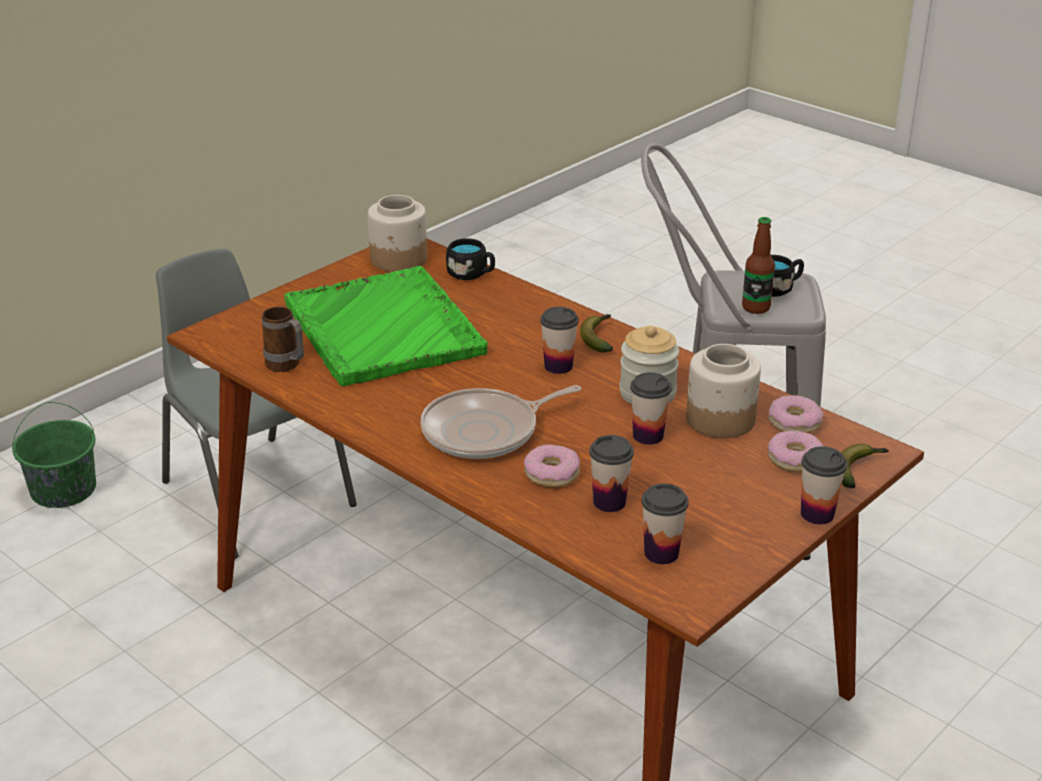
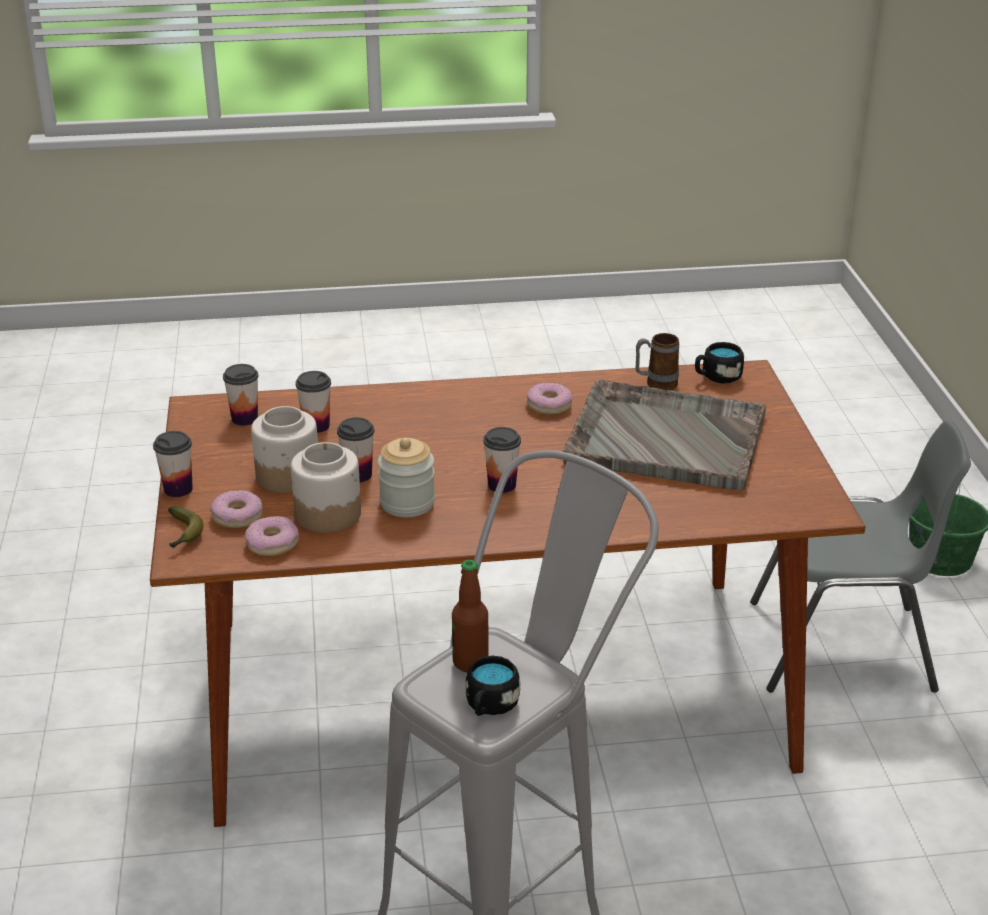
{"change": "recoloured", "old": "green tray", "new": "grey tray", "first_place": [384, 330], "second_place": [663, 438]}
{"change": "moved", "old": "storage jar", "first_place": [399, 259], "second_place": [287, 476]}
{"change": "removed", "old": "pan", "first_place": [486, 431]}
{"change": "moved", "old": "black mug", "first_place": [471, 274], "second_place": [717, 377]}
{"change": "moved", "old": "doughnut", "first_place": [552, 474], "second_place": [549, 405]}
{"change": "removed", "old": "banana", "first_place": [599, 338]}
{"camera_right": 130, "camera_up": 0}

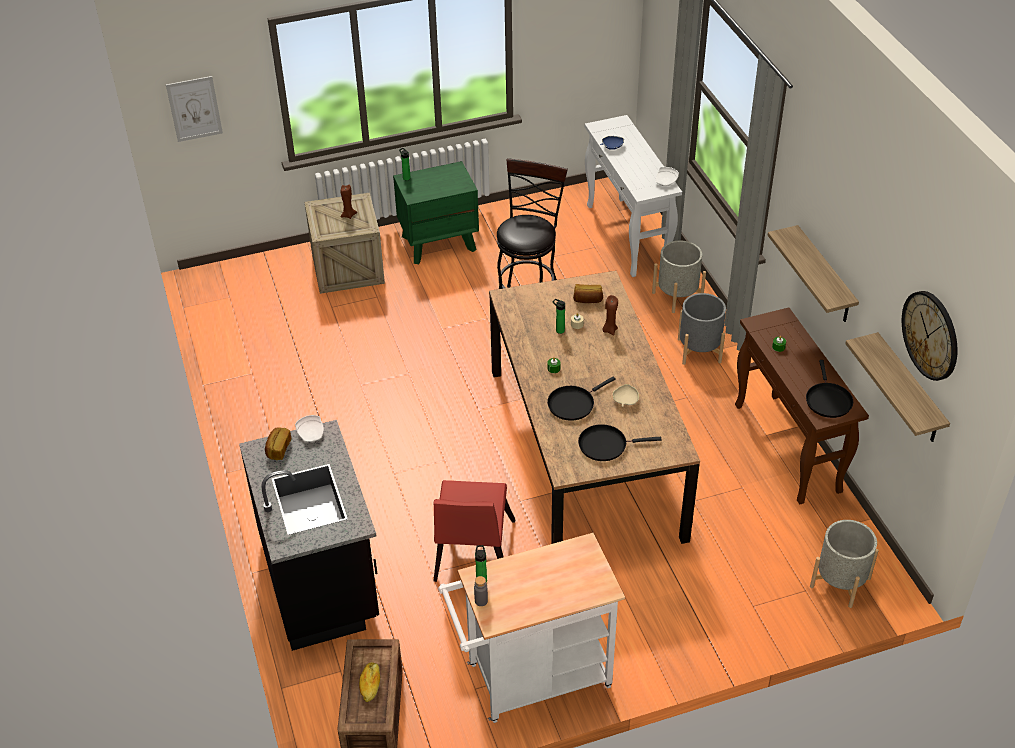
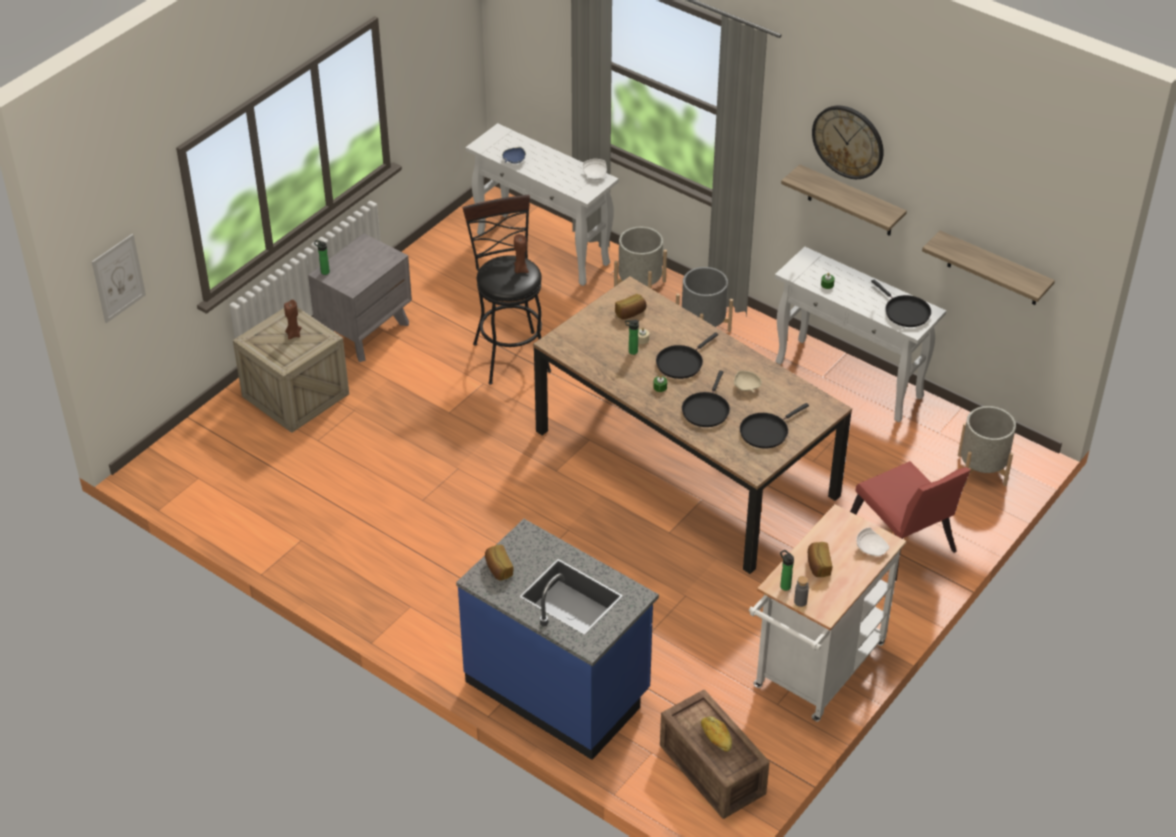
{"change": "recoloured", "old": "black kitchen base unit", "new": "blue kitchen base unit", "first_place": [321, 579], "second_place": [558, 688]}
{"change": "moved", "old": "white-coloured flat dish", "first_place": [311, 433], "second_place": [871, 547]}
{"change": "recoloured", "old": "green nightstand", "new": "grey nightstand", "first_place": [439, 243], "second_place": [365, 331]}
{"change": "moved", "old": "reddish chair", "first_place": [472, 555], "second_place": [902, 544]}
{"change": "moved", "old": "brownish candle", "first_place": [609, 330], "second_place": [520, 270]}
{"change": "recoloured", "old": "brownish narrow table", "new": "white-coloured narrow table", "first_place": [788, 449], "second_place": [850, 380]}
{"change": "moved", "old": "hanging clock", "first_place": [931, 335], "second_place": [848, 141]}
{"change": "added", "new": "black pan", "second_place": [681, 362]}
{"change": "added", "new": "bakery bread", "second_place": [818, 566]}
{"camera_right": -35, "camera_up": 0}

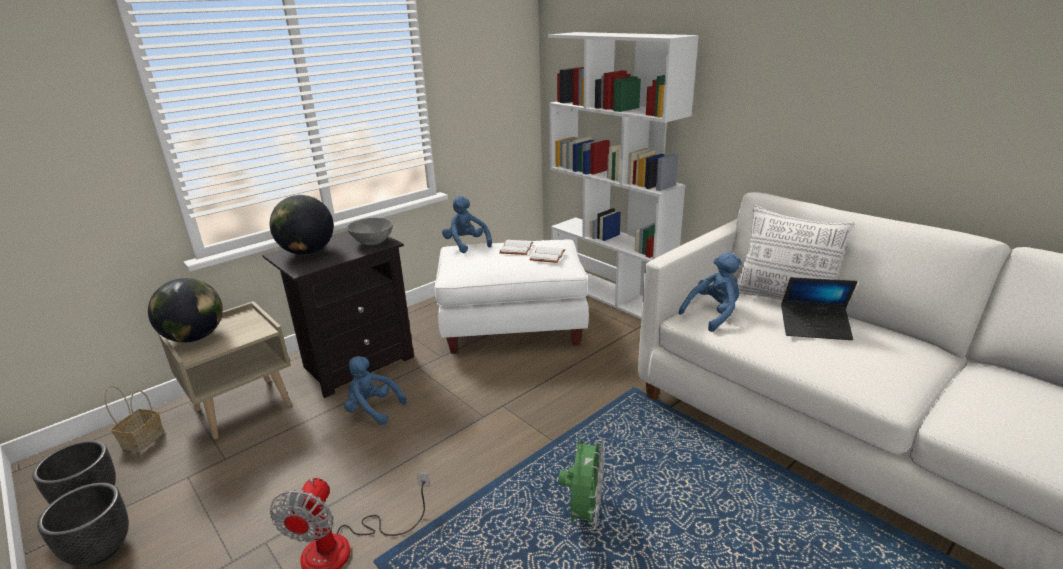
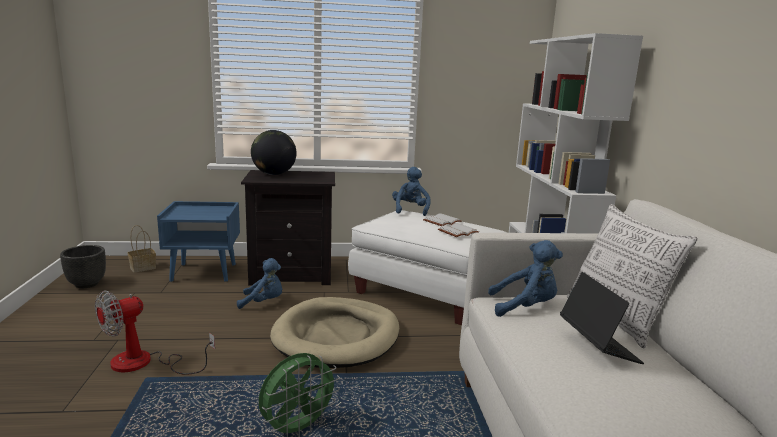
{"change": "removed", "old": "black flower pot", "first_place": [100, 551]}
{"change": "removed", "old": "world globe", "first_place": [195, 337]}
{"change": "recoloured", "old": "sand-coloured nightstand", "new": "blue nightstand", "first_place": [244, 406], "second_place": [204, 272]}
{"change": "turned", "old": "blue cuddly toy", "first_place": [372, 409], "second_place": [263, 302], "degrees": 120}
{"change": "removed", "old": "grey deep dish", "first_place": [372, 242]}
{"change": "turned", "old": "portable computer", "first_place": [814, 328], "second_place": [597, 346], "degrees": -150}
{"change": "added", "new": "sand-coloured pet bed", "second_place": [337, 336]}
{"camera_right": 35, "camera_up": -10}

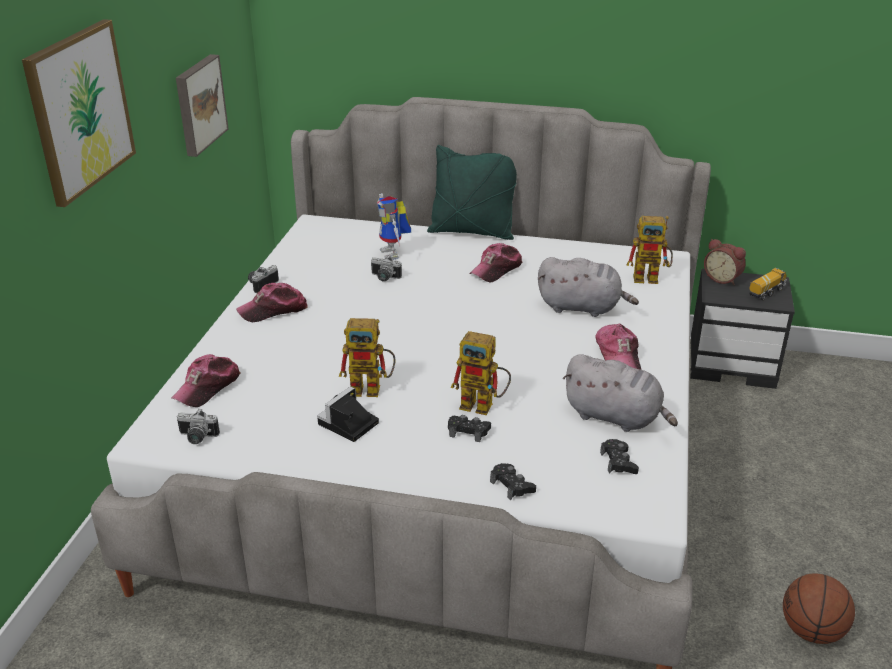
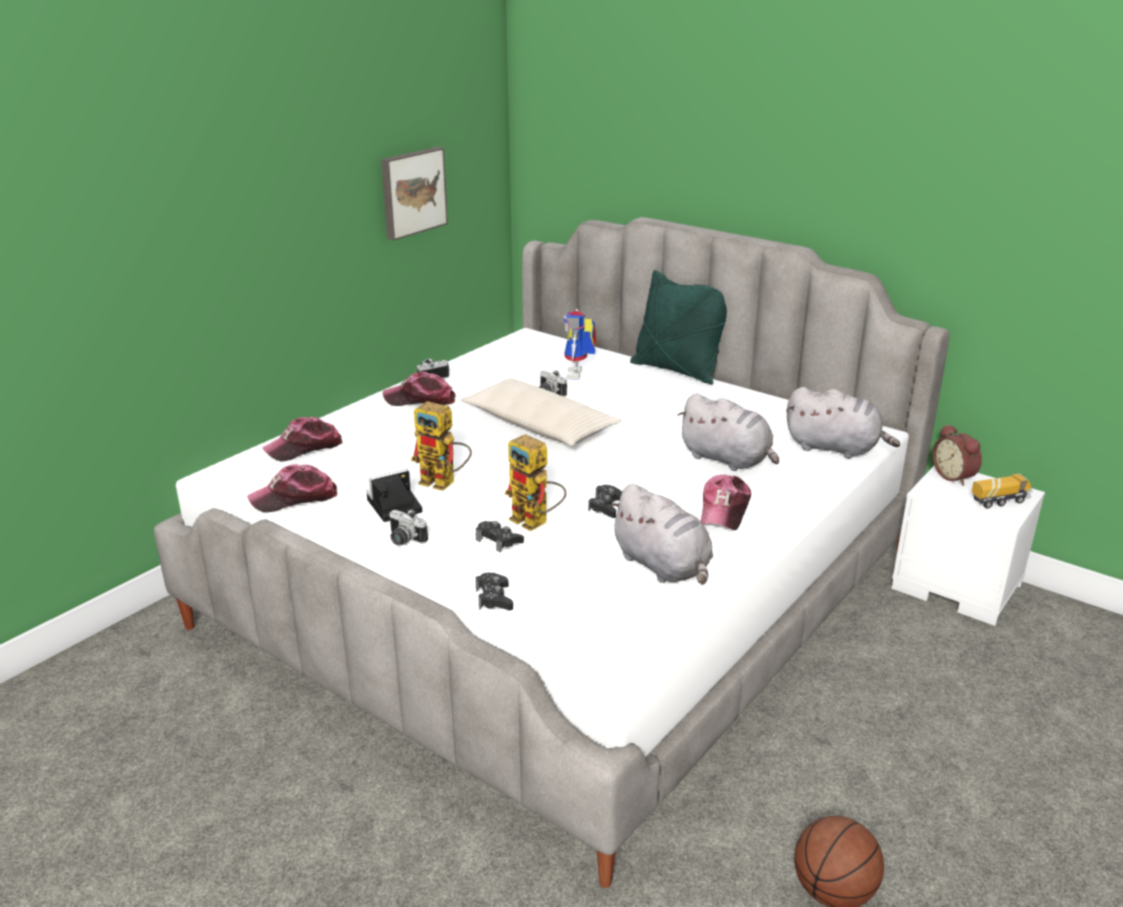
{"change": "removed", "old": "wall art", "first_place": [80, 110]}
{"change": "moved", "old": "photo camera", "first_place": [197, 438], "second_place": [403, 540]}
{"change": "moved", "old": "baseball cap", "first_place": [496, 269], "second_place": [294, 498]}
{"change": "moved", "old": "black gamepad", "first_place": [618, 462], "second_place": [606, 506]}
{"change": "replaced", "old": "robot figure", "new": "grey cuddly toy", "first_place": [651, 278], "second_place": [835, 448]}
{"change": "recoloured", "old": "black nightstand", "new": "white-coloured nightstand", "first_place": [733, 364], "second_place": [958, 587]}
{"change": "added", "new": "sand-coloured throw pillow", "second_place": [539, 426]}
{"camera_right": 25, "camera_up": -5}

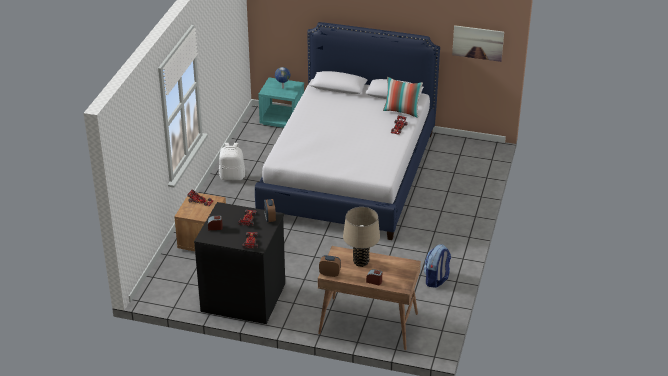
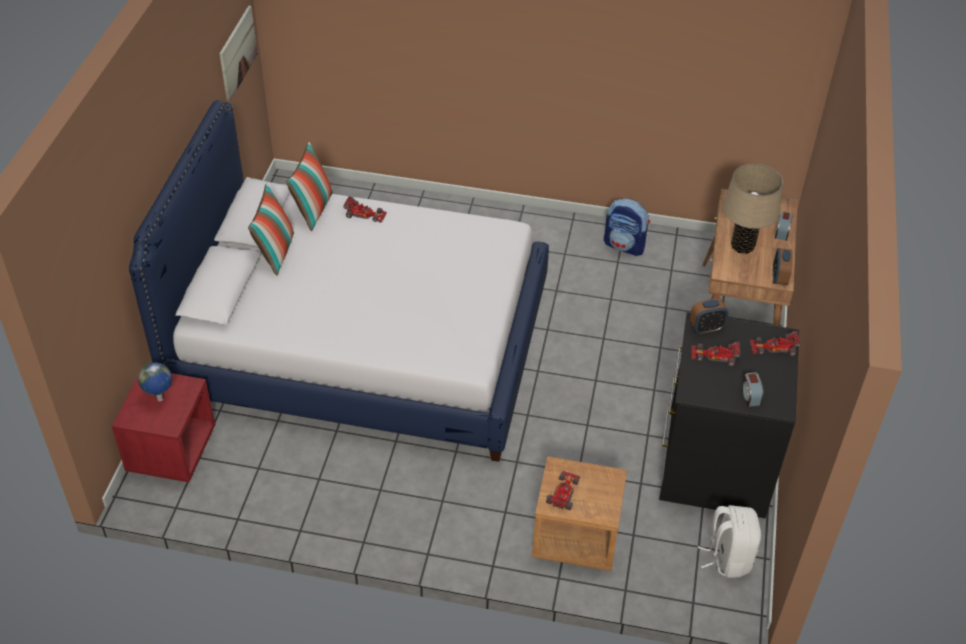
{"change": "moved", "old": "white-coloured backpack", "first_place": [232, 176], "second_place": [727, 557]}
{"change": "recoloured", "old": "turquoise-coloured nightstand", "new": "reddish nightstand", "first_place": [282, 119], "second_place": [171, 450]}
{"change": "added", "new": "throw pillow", "second_place": [275, 252]}
{"camera_right": -95, "camera_up": 10}

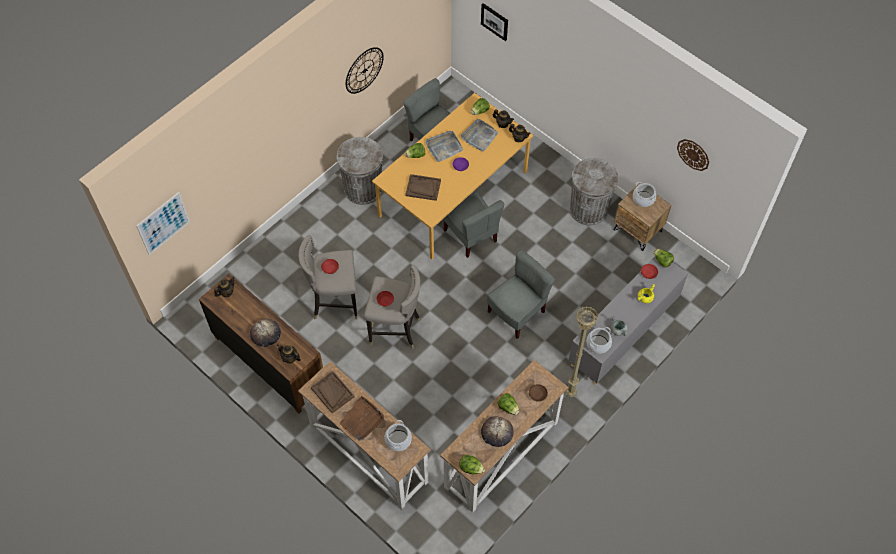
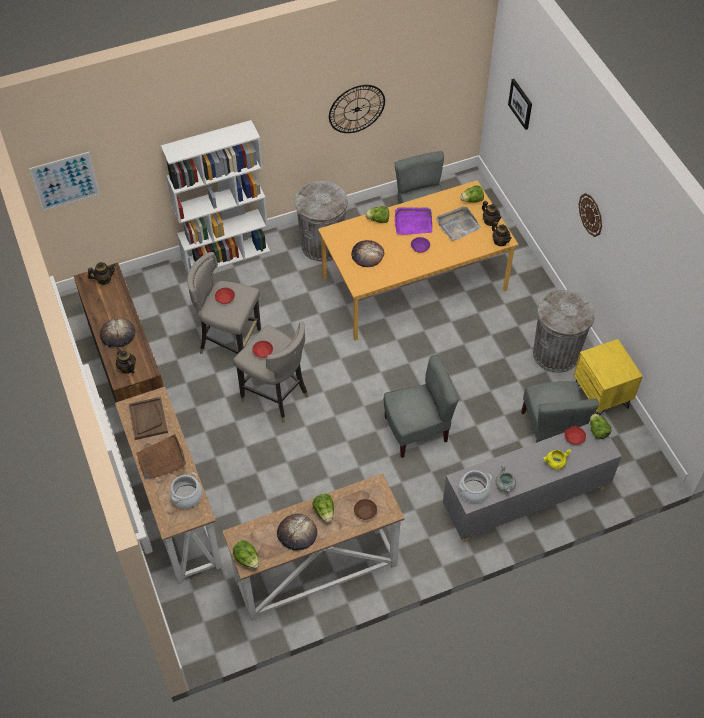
{"change": "replaced", "old": "brownish tray", "new": "bakery bread", "first_place": [423, 188], "second_place": [367, 255]}
{"change": "recoloured", "old": "grey tray", "new": "purplish tray", "first_place": [444, 147], "second_place": [413, 222]}
{"change": "moved", "old": "grey chair", "first_place": [471, 235], "second_place": [551, 430]}
{"change": "removed", "old": "sand-coloured standing lamp", "first_place": [570, 394]}
{"change": "recoloured", "old": "brownish nightstand", "new": "yellow nightstand", "first_place": [638, 230], "second_place": [601, 396]}
{"change": "removed", "old": "cooking pot", "first_place": [643, 199]}
{"change": "moved", "old": "hanging clock", "first_place": [693, 154], "second_place": [591, 214]}
{"change": "added", "new": "white-coloured shelving unit", "second_place": [226, 255]}
{"camera_right": 25, "camera_up": -5}

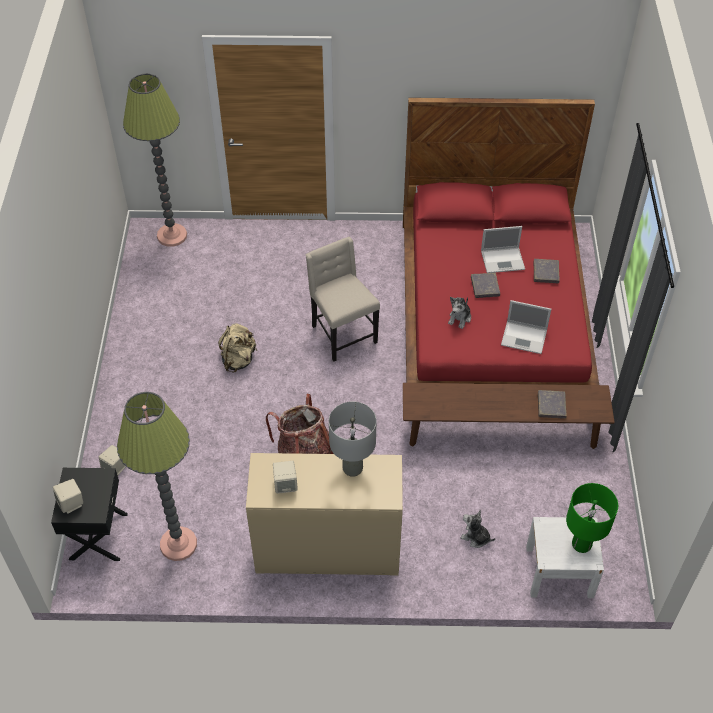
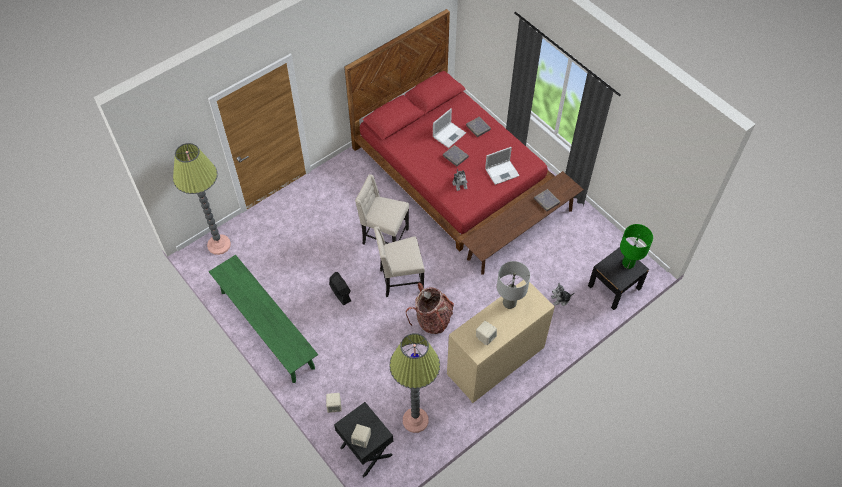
{"change": "replaced", "old": "sand-coloured backpack", "new": "black electric fan", "first_place": [238, 359], "second_place": [340, 293]}
{"change": "recoloured", "old": "white-coloured nightstand", "new": "black nightstand", "first_place": [559, 571], "second_place": [614, 287]}
{"change": "added", "new": "green bench", "second_place": [267, 329]}
{"change": "added", "new": "sand-coloured chair", "second_place": [400, 280]}
{"camera_right": -40, "camera_up": 5}

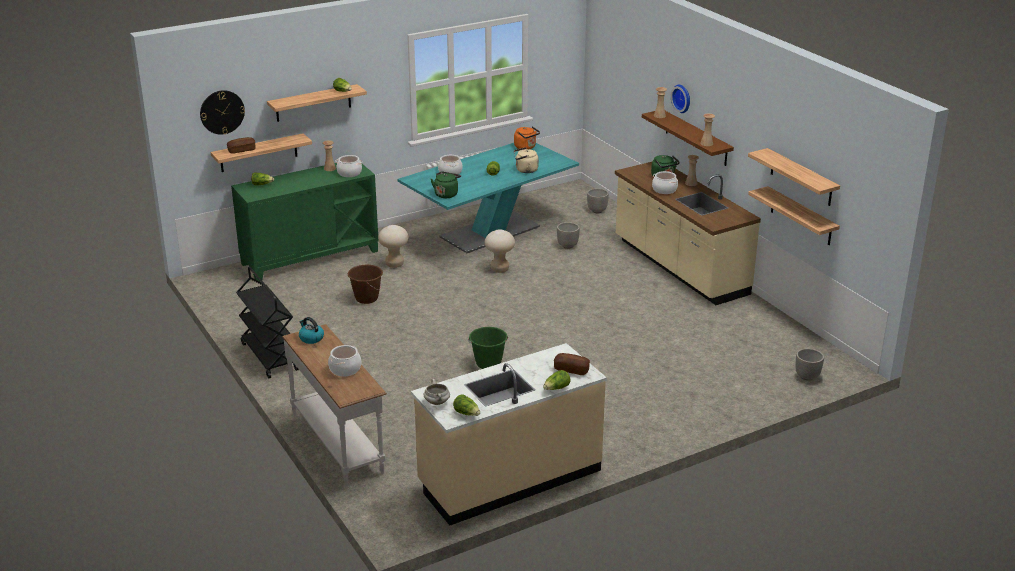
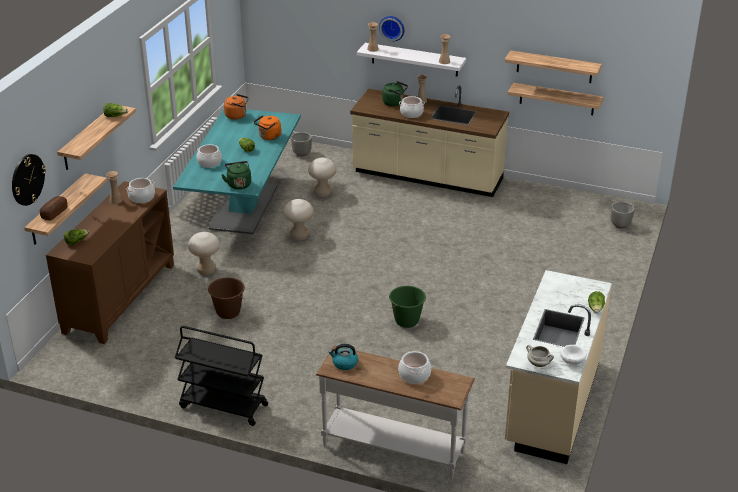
{"change": "recoloured", "old": "green cabinet", "new": "brownish cabinet", "first_place": [310, 257], "second_place": [119, 298]}
{"change": "replaced", "old": "lettuce", "new": "white-coloured deep dish", "first_place": [467, 413], "second_place": [572, 361]}
{"change": "recoloured", "old": "sand-coloured water kettle", "new": "orangey water kettle", "first_place": [525, 170], "second_place": [269, 137]}
{"change": "removed", "old": "bakery bread", "first_place": [571, 369]}
{"change": "replaced", "old": "flower pot", "new": "sand-coloured stool", "first_place": [567, 246], "second_place": [322, 194]}
{"change": "recoloured", "old": "brownish bracket shelf", "new": "white-coloured bracket shelf", "first_place": [696, 138], "second_place": [414, 59]}
{"camera_right": -40, "camera_up": 5}

